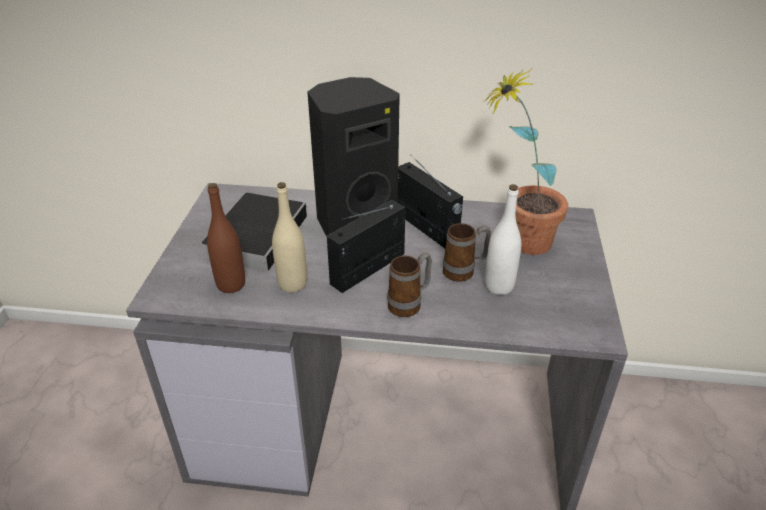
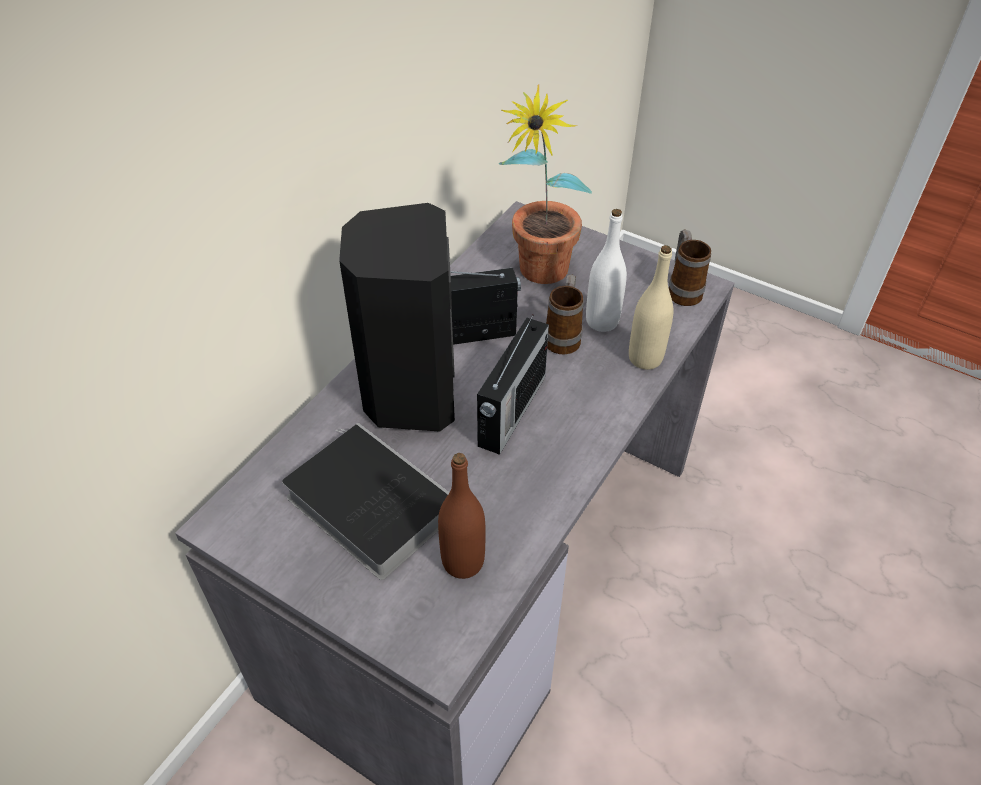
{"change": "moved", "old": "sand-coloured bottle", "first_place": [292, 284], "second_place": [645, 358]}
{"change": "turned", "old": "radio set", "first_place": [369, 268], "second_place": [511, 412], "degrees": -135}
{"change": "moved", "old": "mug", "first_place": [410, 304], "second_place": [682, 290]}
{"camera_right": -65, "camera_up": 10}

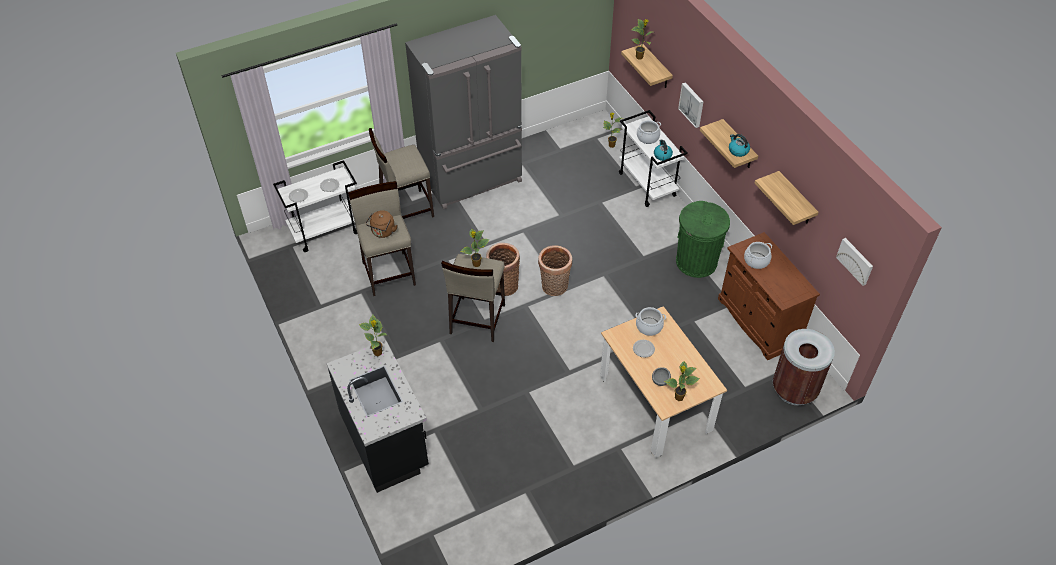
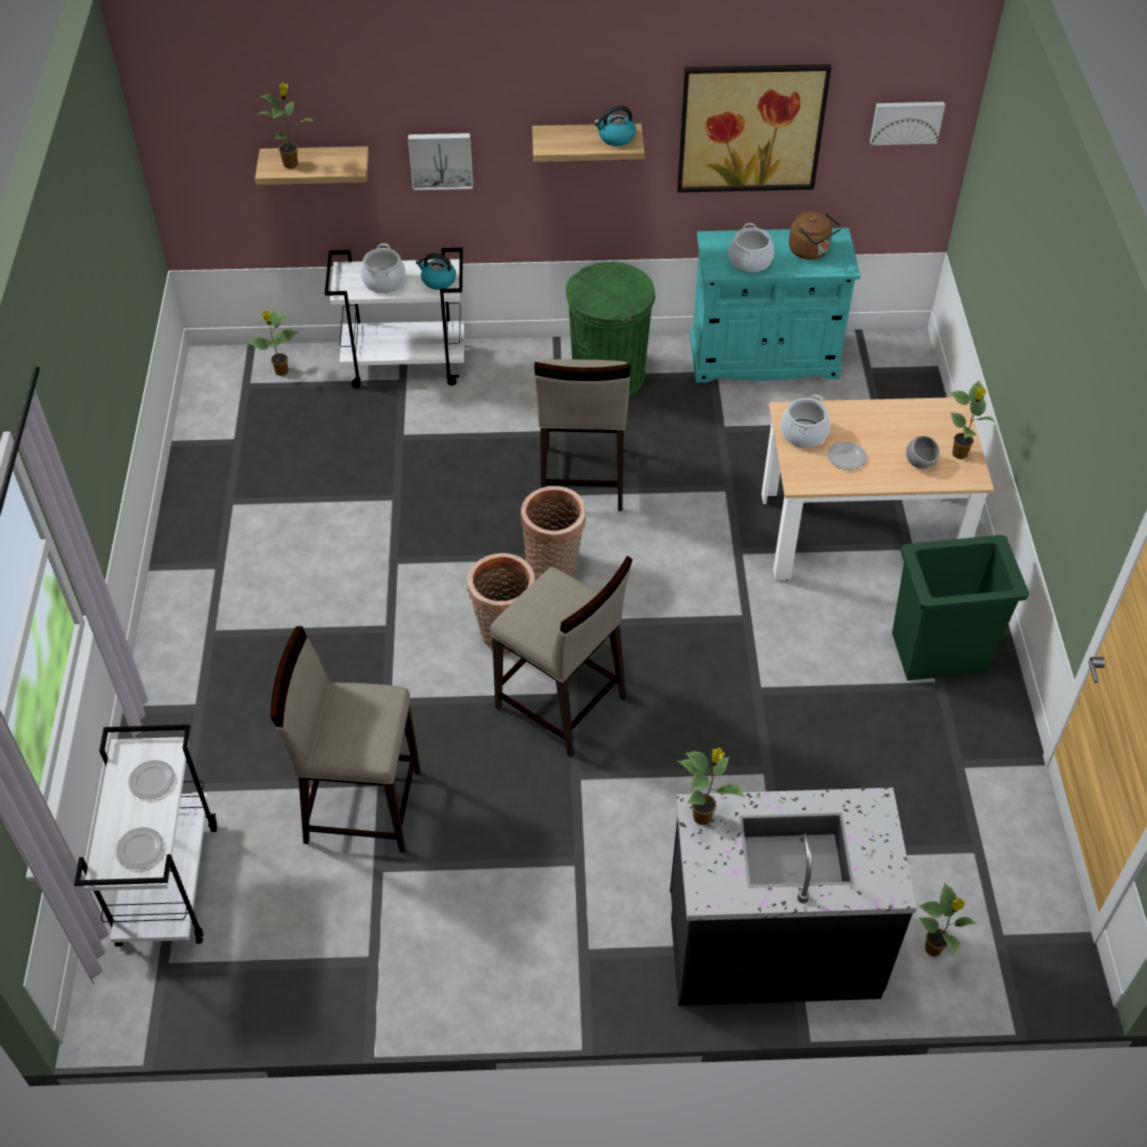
{"change": "moved", "old": "brownish water kettle", "first_place": [382, 232], "second_place": [811, 251]}
{"change": "moved", "old": "sand-coloured stool", "first_place": [406, 209], "second_place": [581, 479]}
{"change": "removed", "old": "grey fridge", "first_place": [472, 179]}
{"change": "moved", "old": "houseplant", "first_place": [476, 264], "second_place": [934, 949]}
{"change": "recoloured", "old": "brownish cabinet", "new": "turquoise-coloured cabinet", "first_place": [758, 321], "second_place": [764, 358]}
{"change": "replaced", "old": "bracket shelf", "new": "wall art", "first_place": [796, 199], "second_place": [751, 127]}
{"change": "removed", "old": "brownish rubbish bin", "first_place": [794, 390]}
{"change": "added", "new": "green rubbish bin", "second_place": [940, 653]}
{"camera_right": -65, "camera_up": 0}

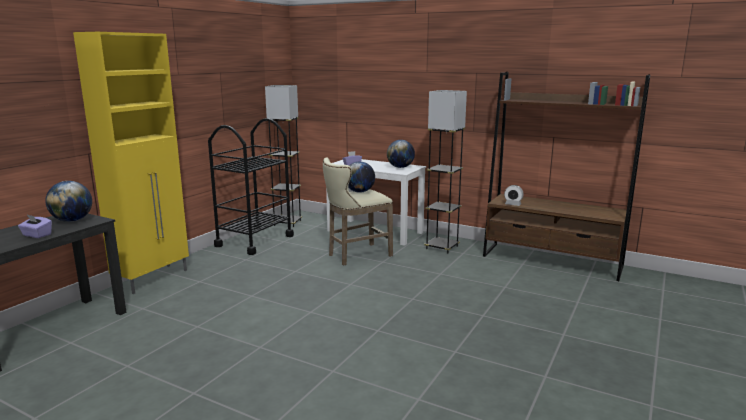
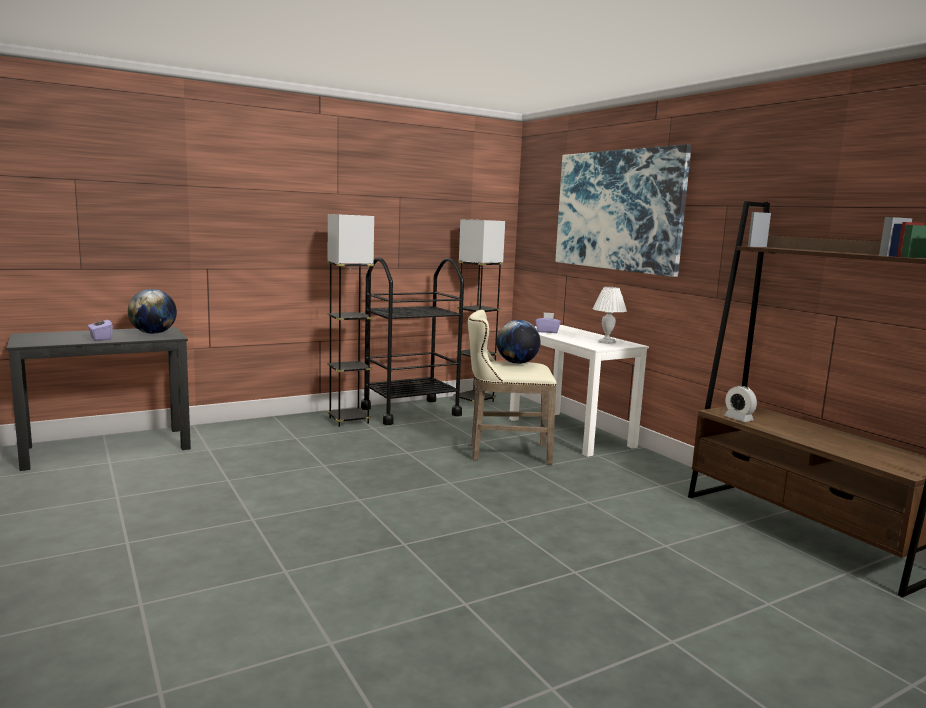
{"change": "removed", "old": "yellow cabinet", "first_place": [153, 278]}
{"change": "replaced", "old": "world globe", "new": "white-coloured lamp for a table", "first_place": [400, 167], "second_place": [606, 342]}
{"change": "moved", "old": "grey standing lamp", "first_place": [442, 247], "second_place": [349, 420]}
{"change": "added", "new": "wall art", "second_place": [617, 210]}
{"camera_right": 30, "camera_up": -5}

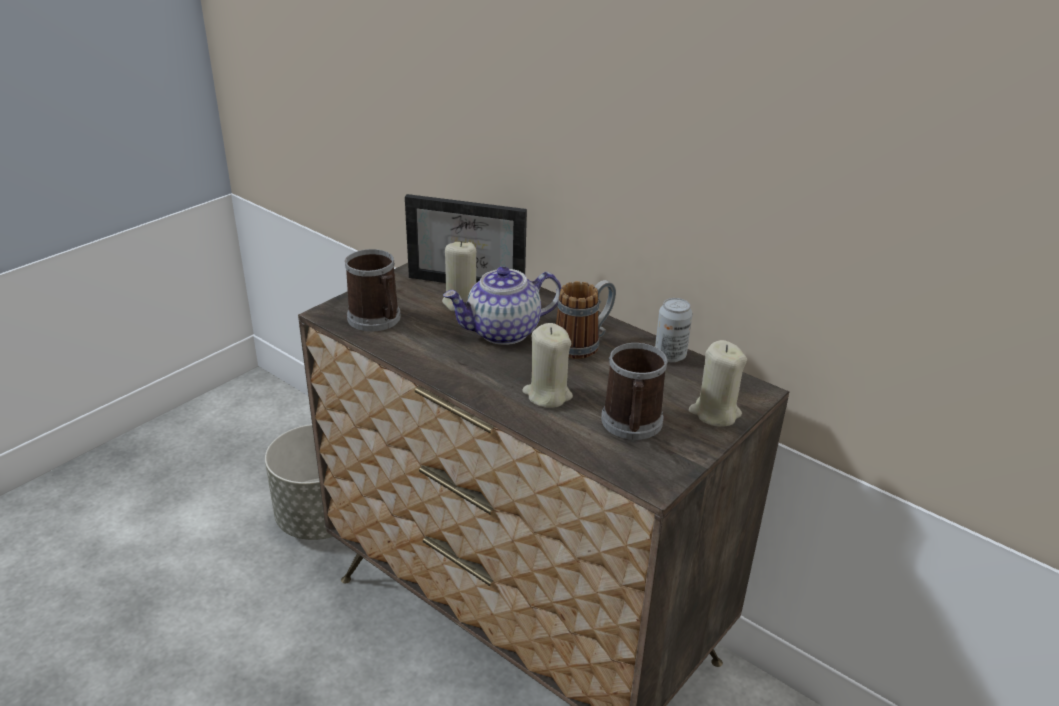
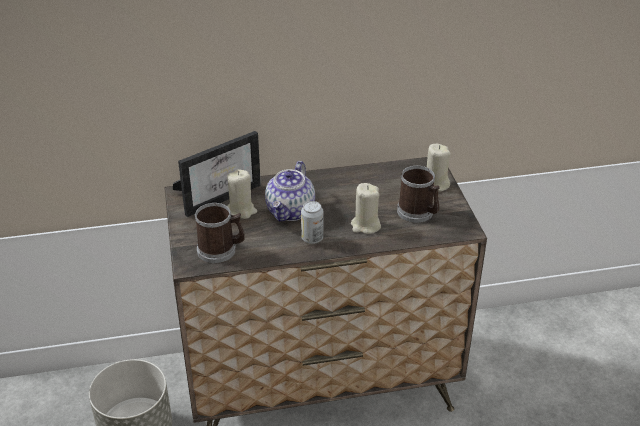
{"change": "removed", "old": "mug", "first_place": [584, 344]}
{"change": "moved", "old": "can", "first_place": [670, 355], "second_place": [312, 238]}
{"camera_right": -50, "camera_up": 5}

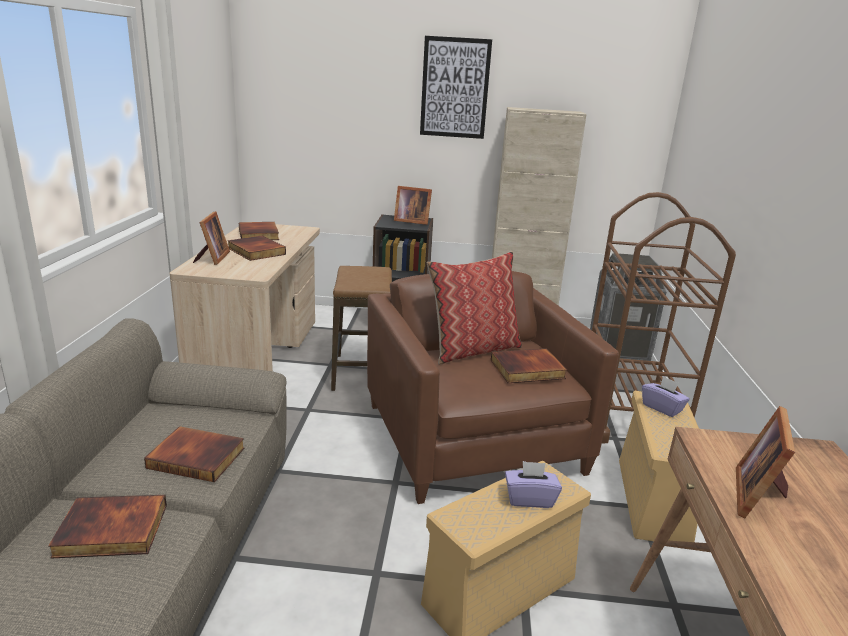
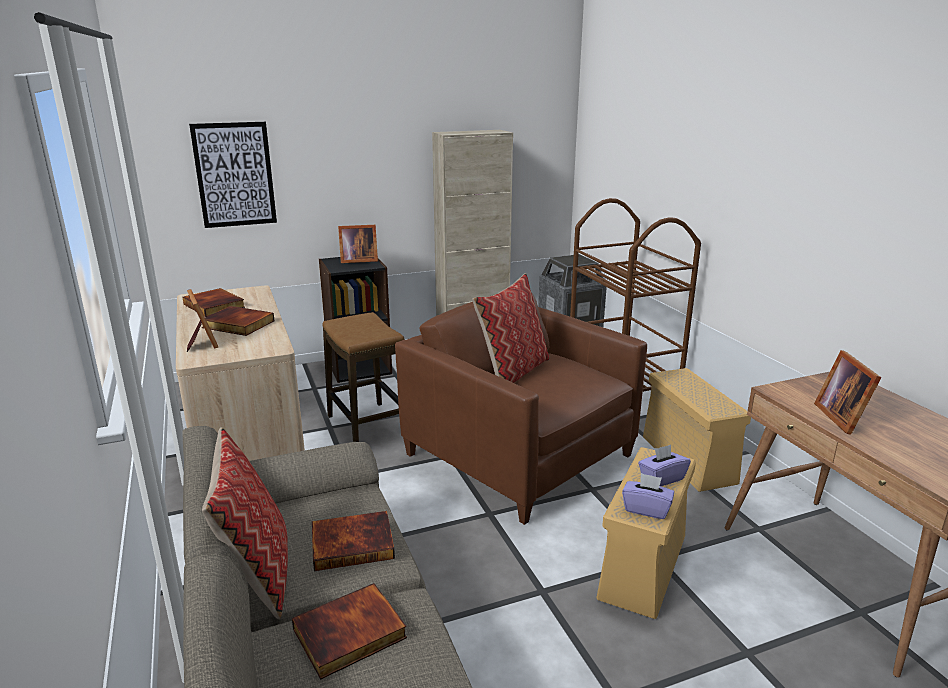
{"change": "moved", "old": "wall art", "first_place": [455, 88], "second_place": [234, 175]}
{"change": "removed", "old": "bound book", "first_place": [527, 370]}
{"change": "moved", "old": "purplish tissue box", "first_place": [662, 408], "second_place": [646, 509]}
{"change": "added", "new": "throw pillow", "second_place": [257, 573]}
{"camera_right": -25, "camera_up": 0}

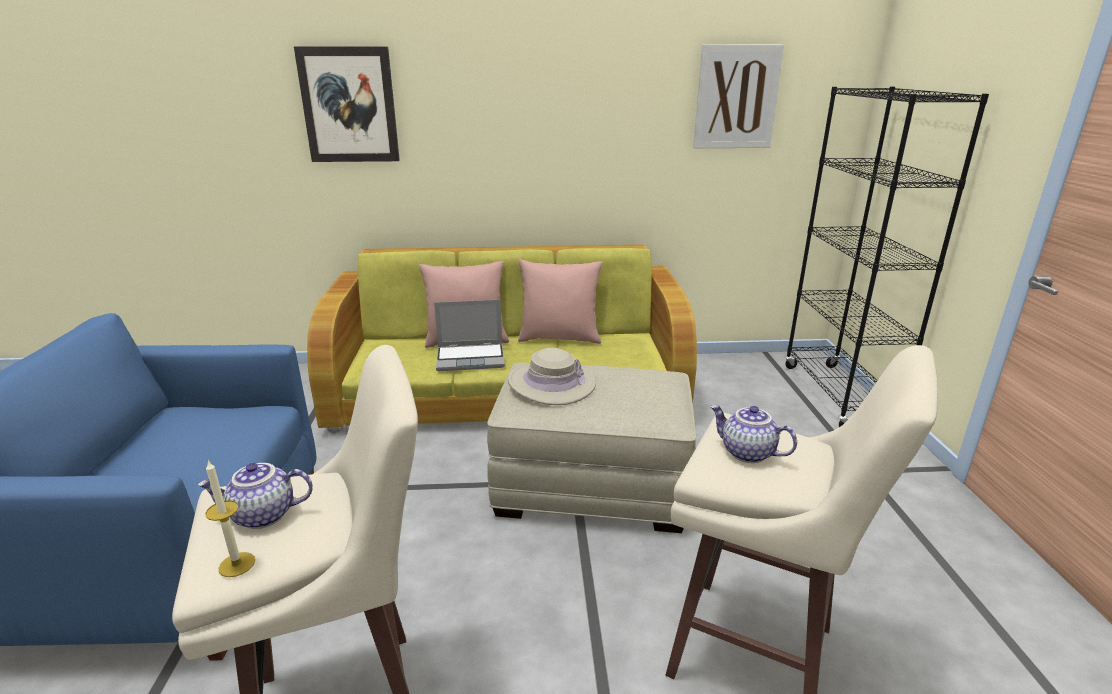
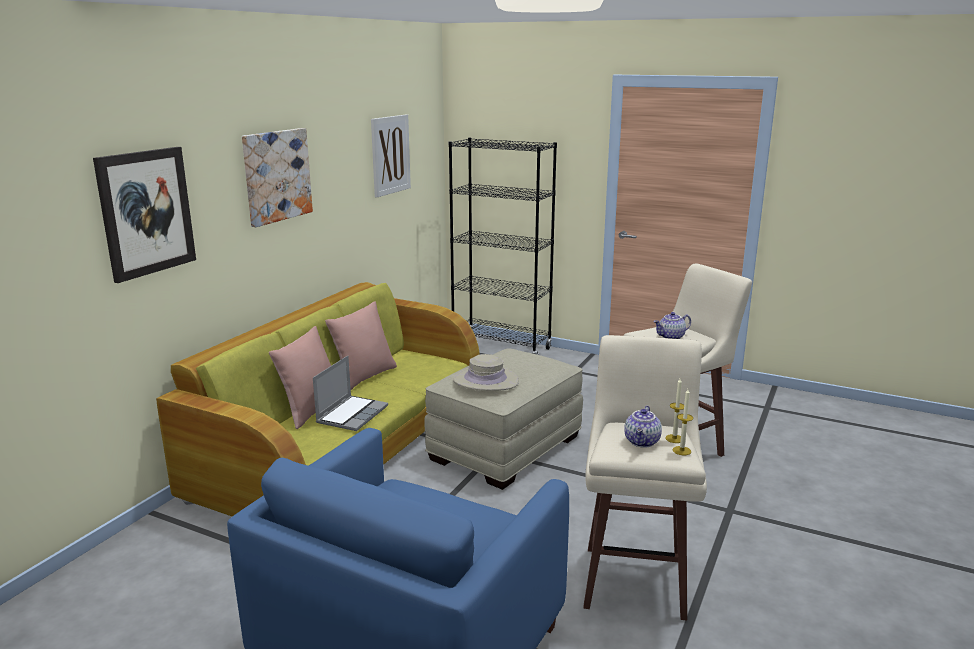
{"change": "added", "new": "wall art", "second_place": [276, 176]}
{"change": "added", "new": "candle", "second_place": [674, 438]}
{"camera_right": -60, "camera_up": -5}

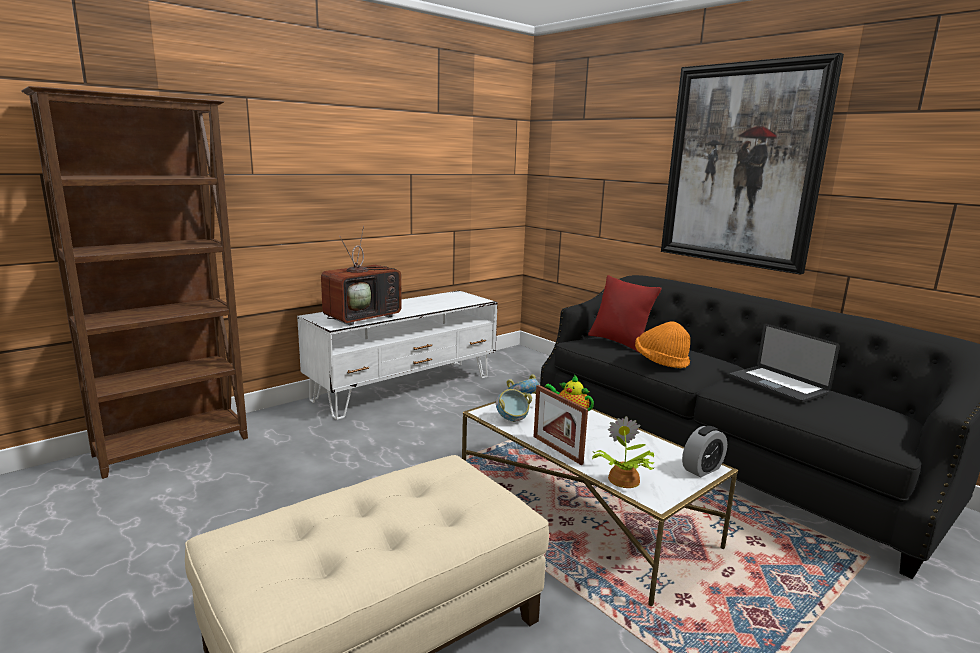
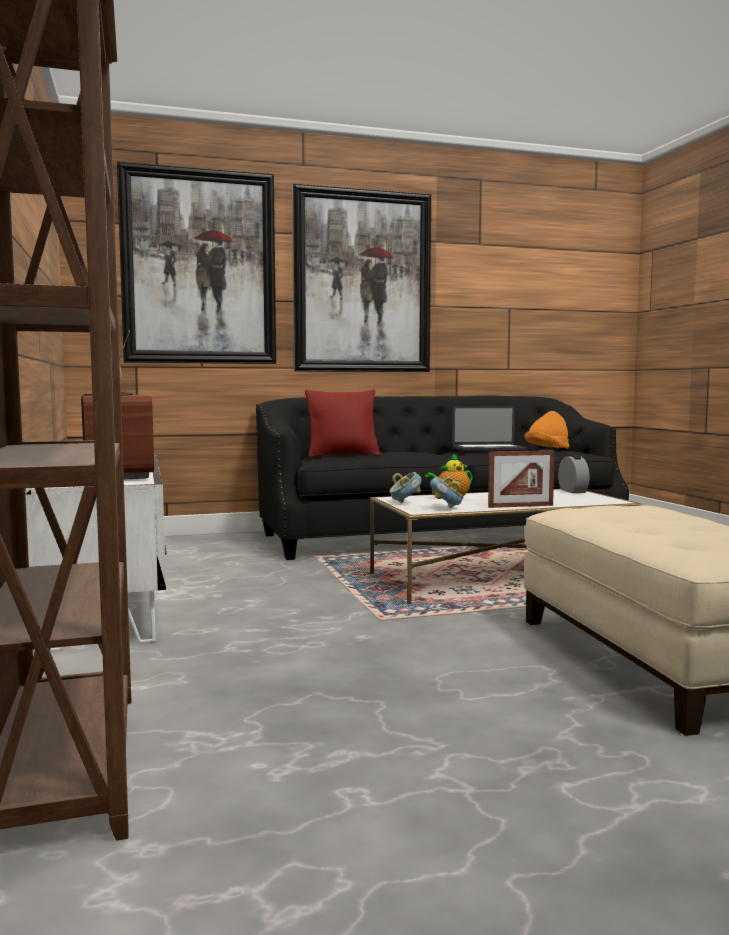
{"change": "removed", "old": "houseplant", "first_place": [622, 480]}
{"change": "moved", "old": "orangey clothing hat", "first_place": [660, 362], "second_place": [547, 449]}
{"change": "added", "new": "wall art", "second_place": [199, 268]}
{"camera_right": -65, "camera_up": -10}

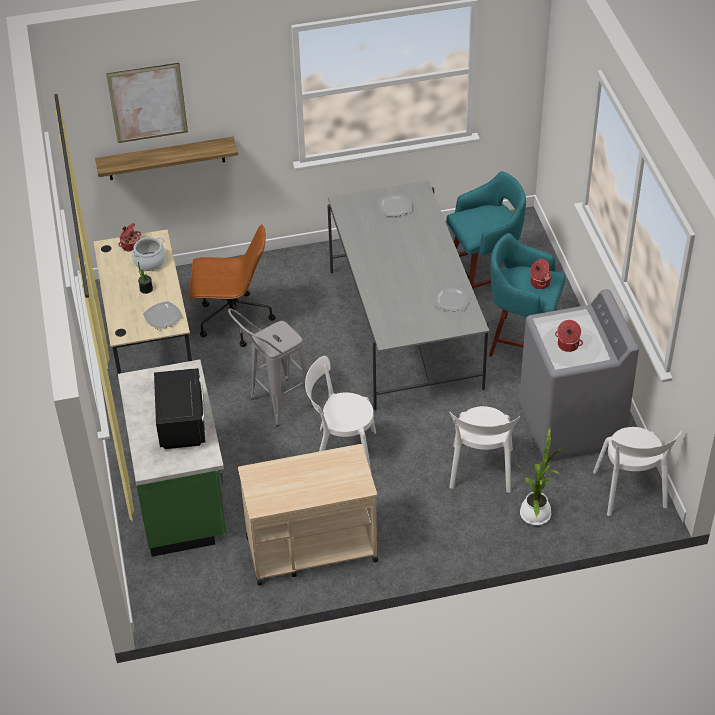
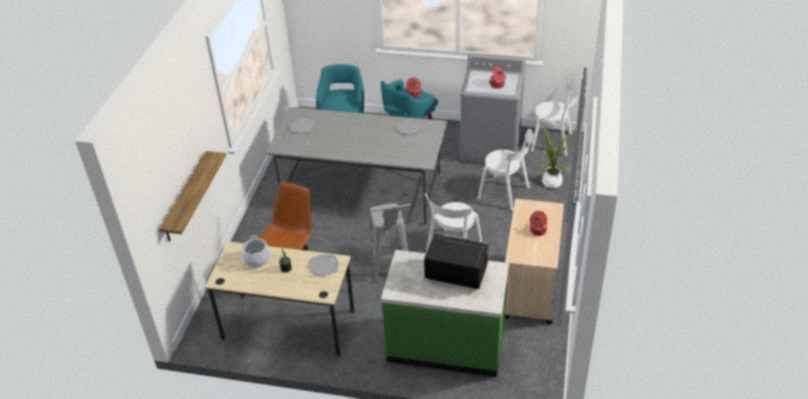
{"change": "removed", "old": "wall art", "first_place": [147, 103]}
{"change": "moved", "old": "cooking pot", "first_place": [130, 245], "second_place": [537, 231]}
{"camera_right": -65, "camera_up": -5}

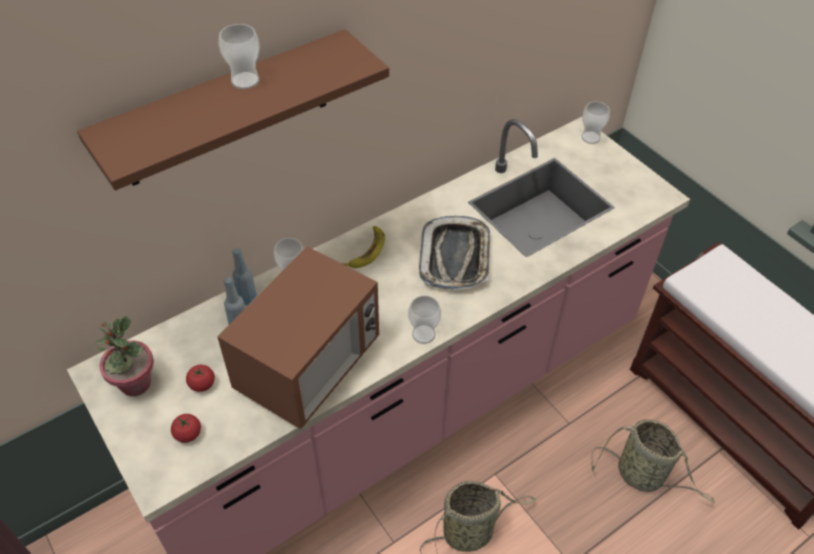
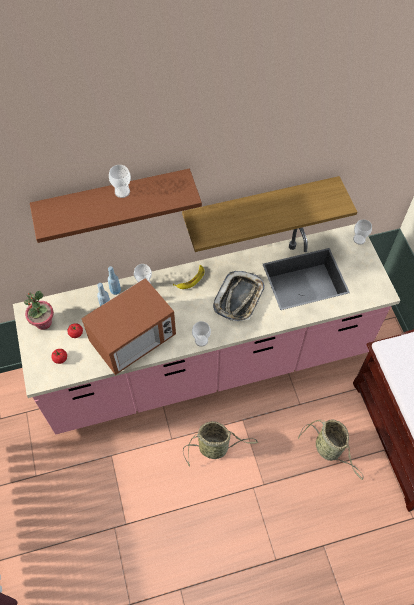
{"change": "added", "new": "bracket shelf", "second_place": [260, 206]}
{"camera_right": 20, "camera_up": 10}

